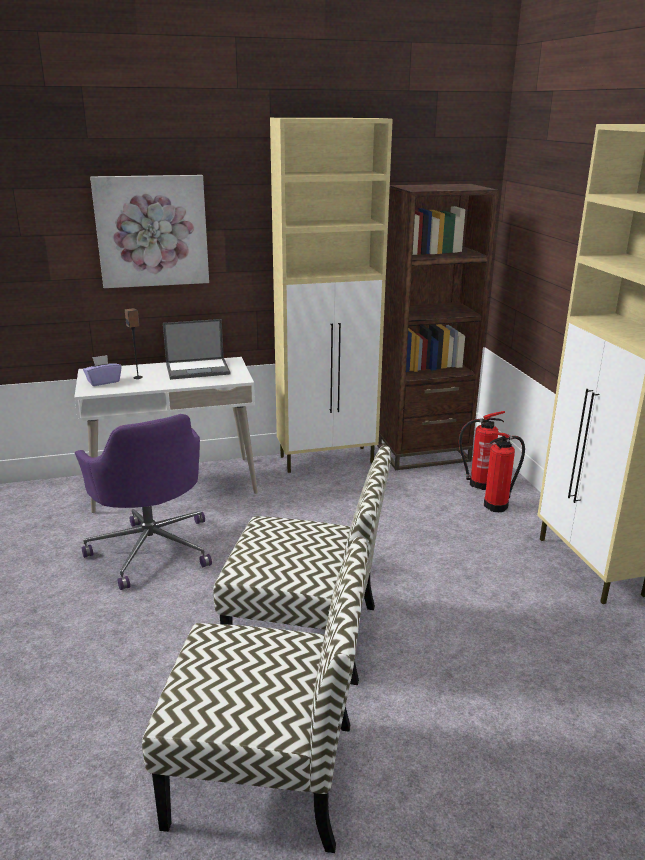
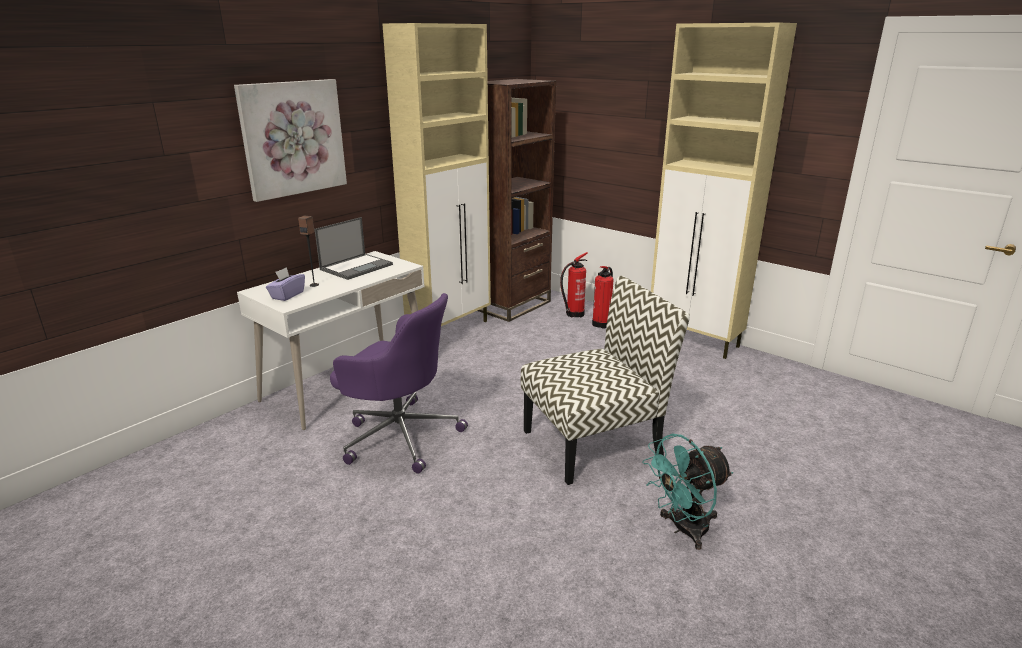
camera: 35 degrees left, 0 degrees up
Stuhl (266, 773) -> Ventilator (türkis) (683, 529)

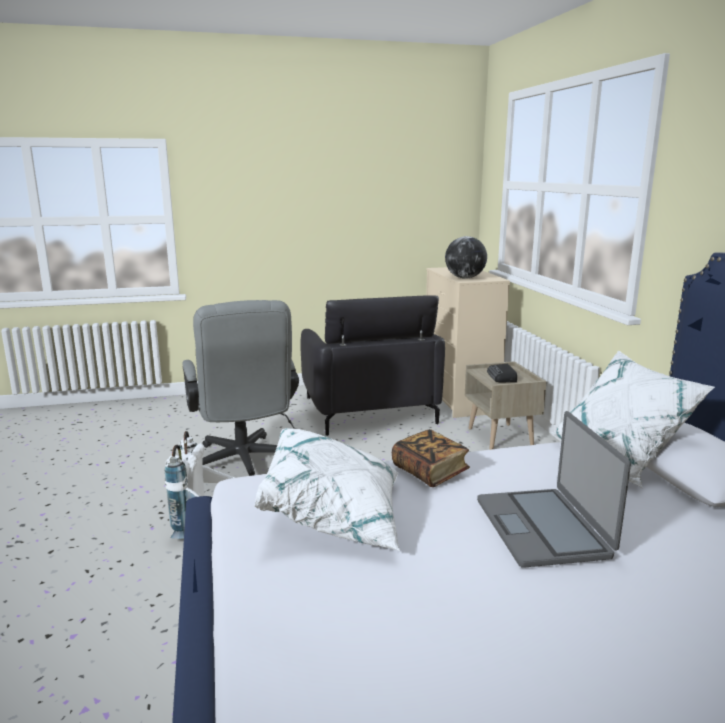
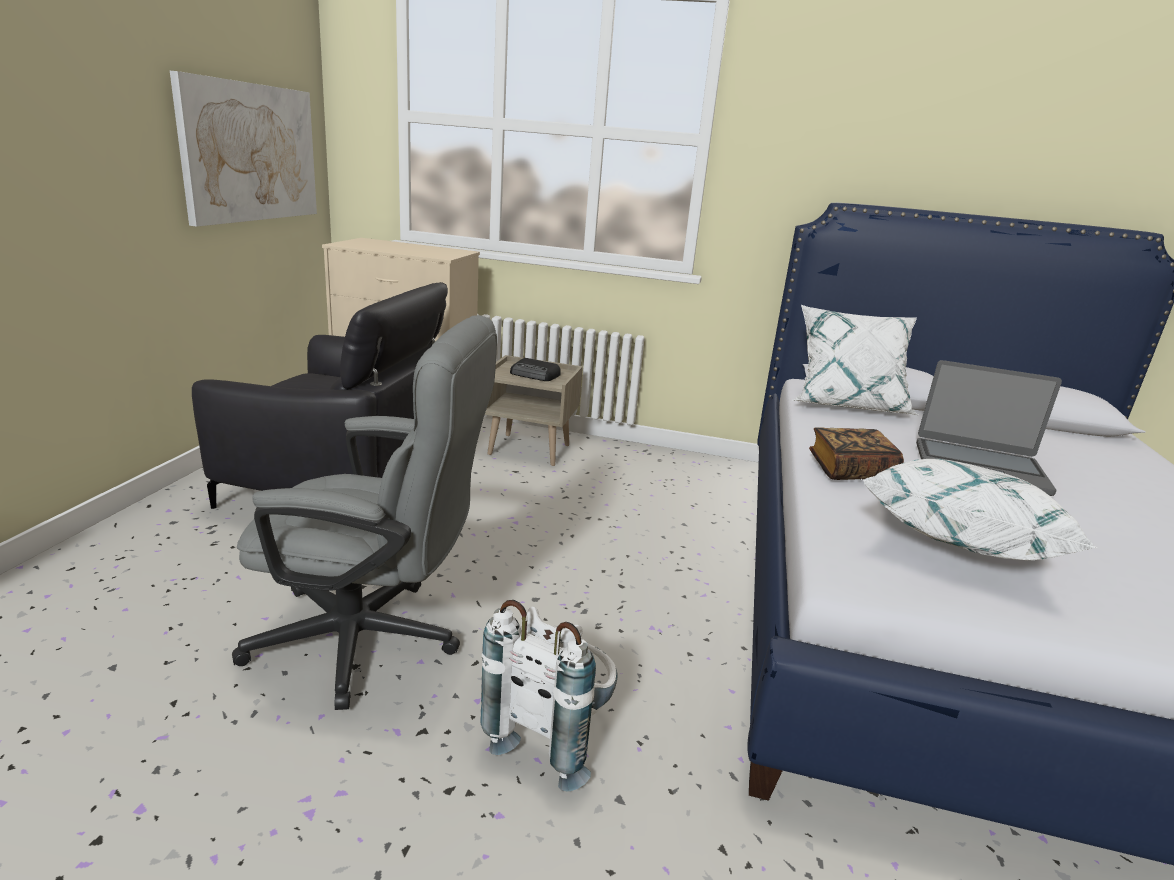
camera: 65 degrees left, 5 degrees up
Globus (464, 278) -> none
none -> Bild (251, 152)

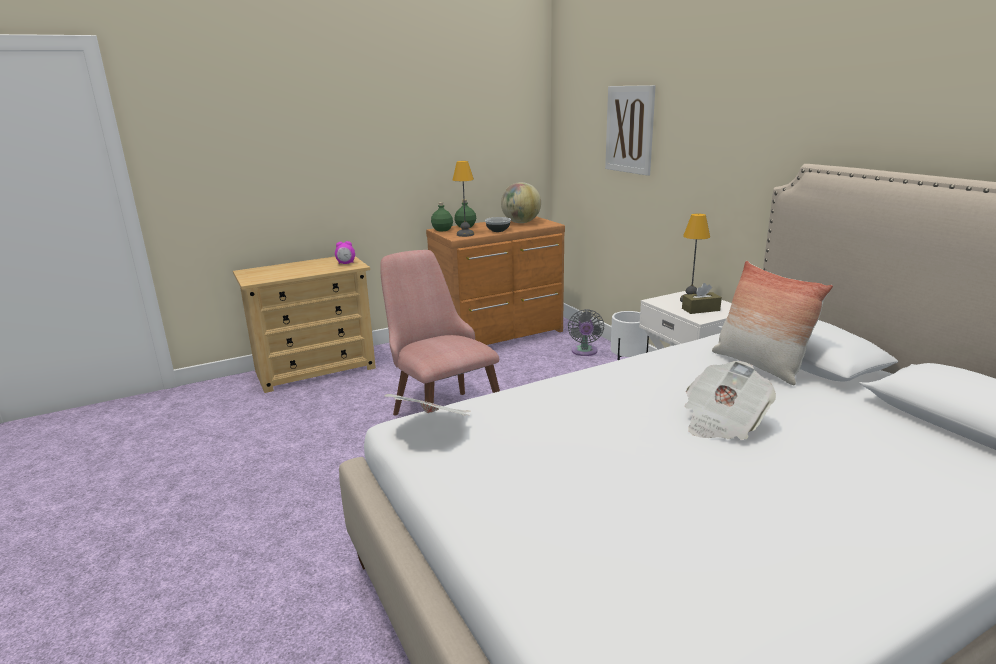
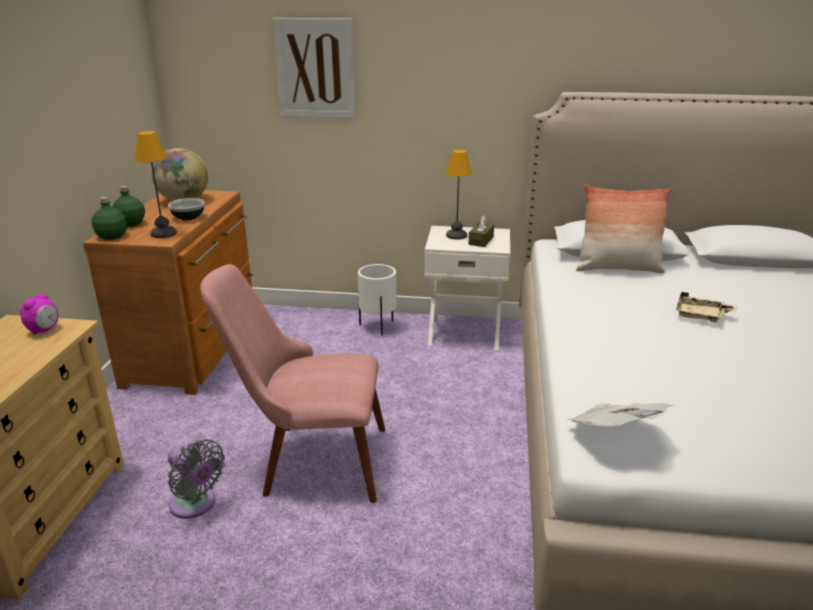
camera: 55 degrees left, 5 degrees up
Ventilator (grau) (584, 352) -> Ventilator (grau) (195, 505), move
Zeitung (722, 422) -> Tablett (beige) (701, 316)

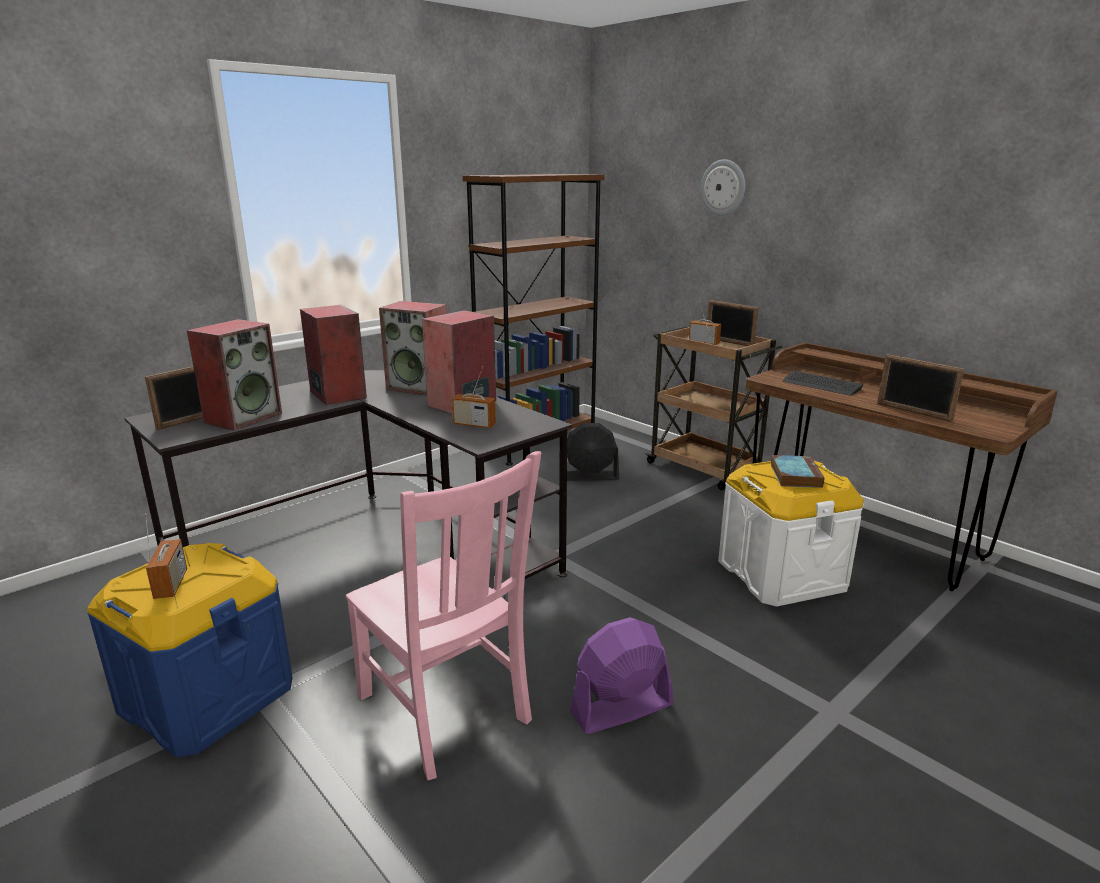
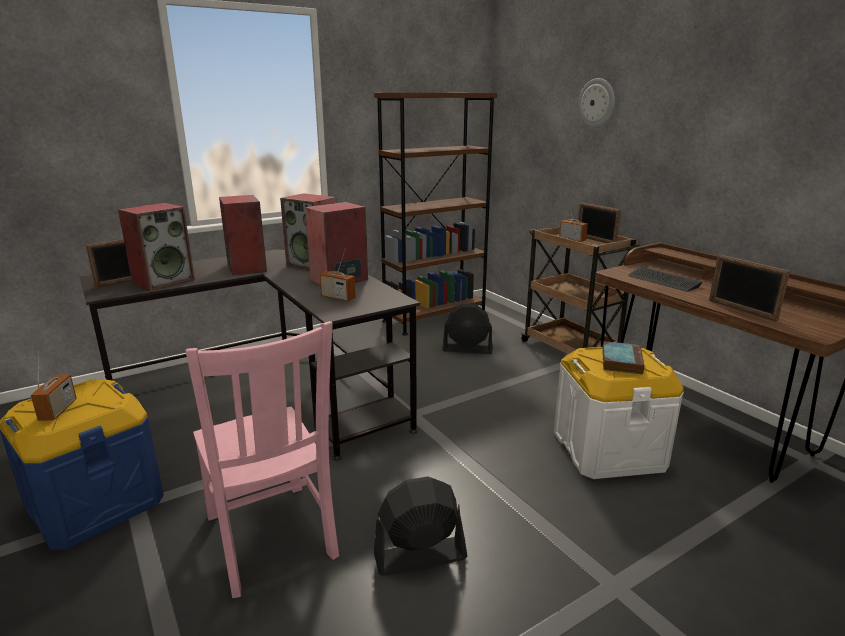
camera: 10 degrees right, 0 degrees up
Ventilator (lila) (621, 708) -> Ventilator (schwarz) (419, 556)

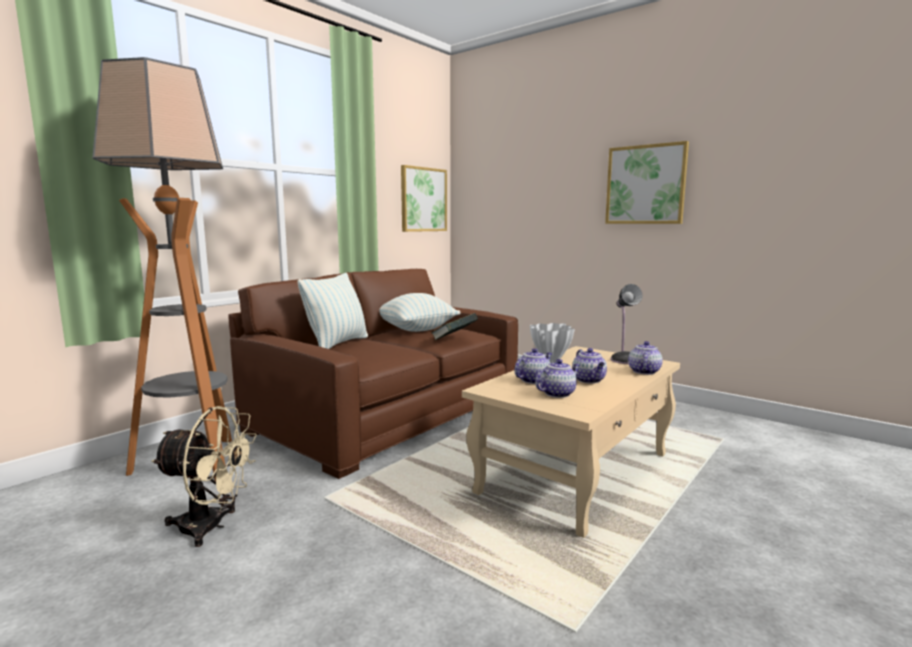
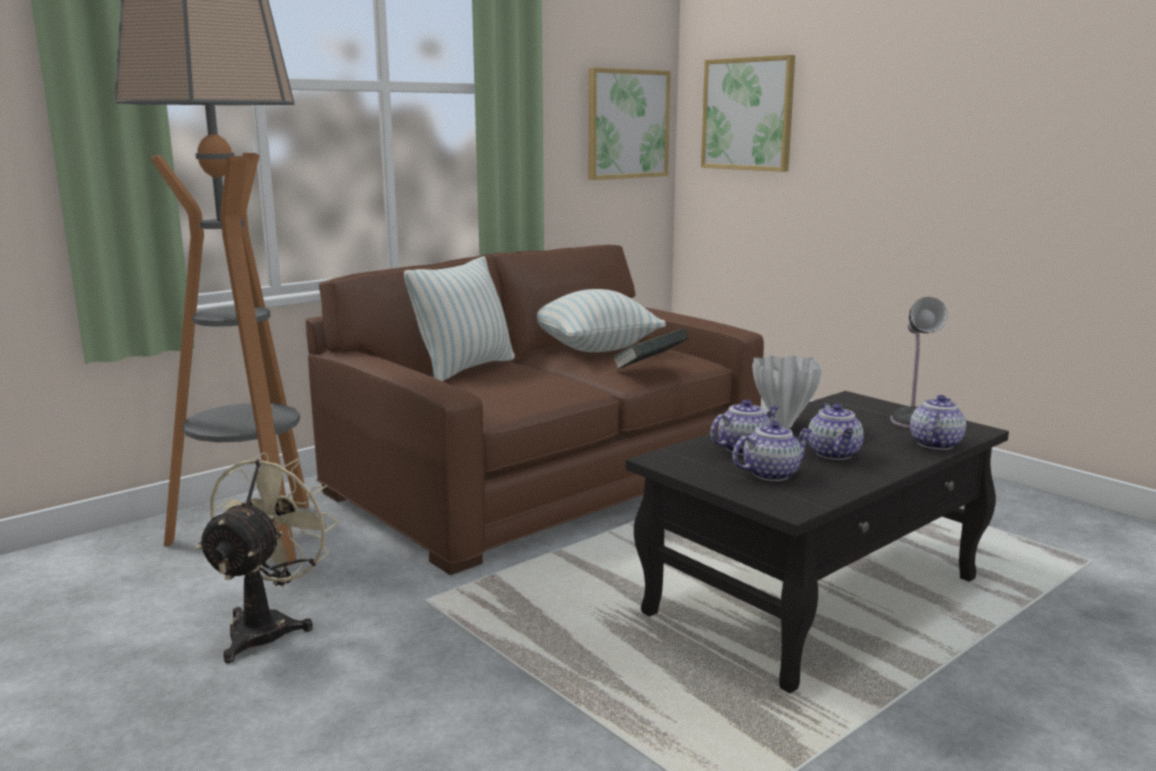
camera: 10 degrees right, 5 degrees up
Bild (645, 185) -> Bild (748, 114), move
Couchtisch (beige) (576, 472) -> Couchtisch (schwarz) (815, 595)
Ventilator (beige) (211, 527) -> Ventilator (beige) (269, 626), 90 degrees counterclockwise

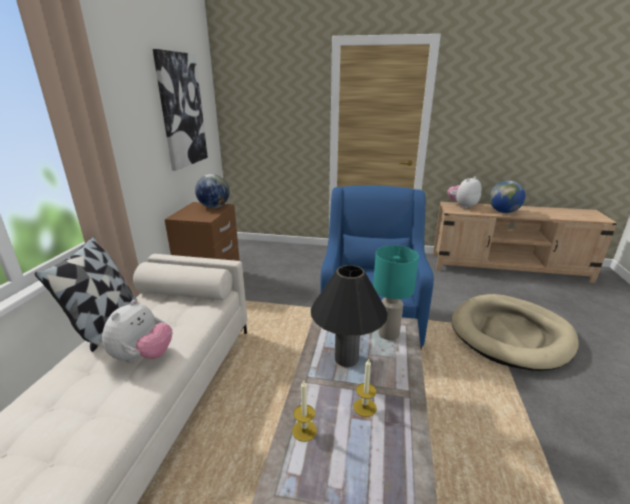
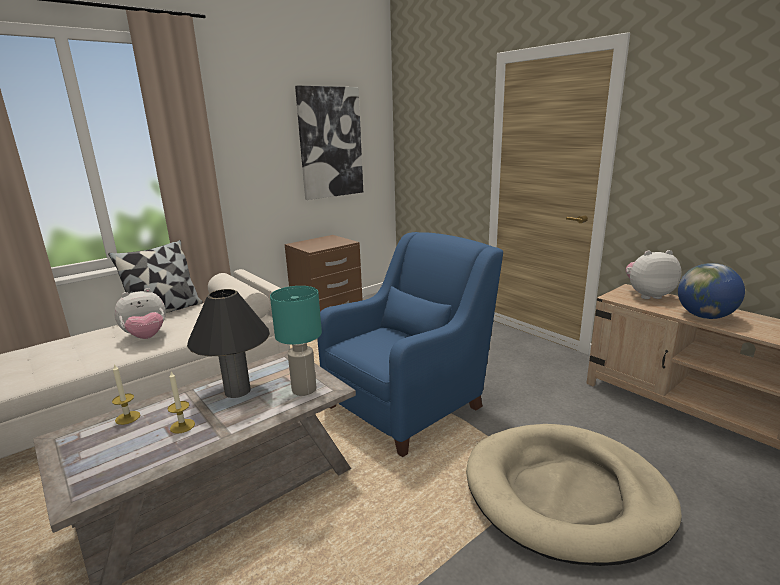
camera: 40 degrees right, 5 degrees down
Globus (214, 207) -> none

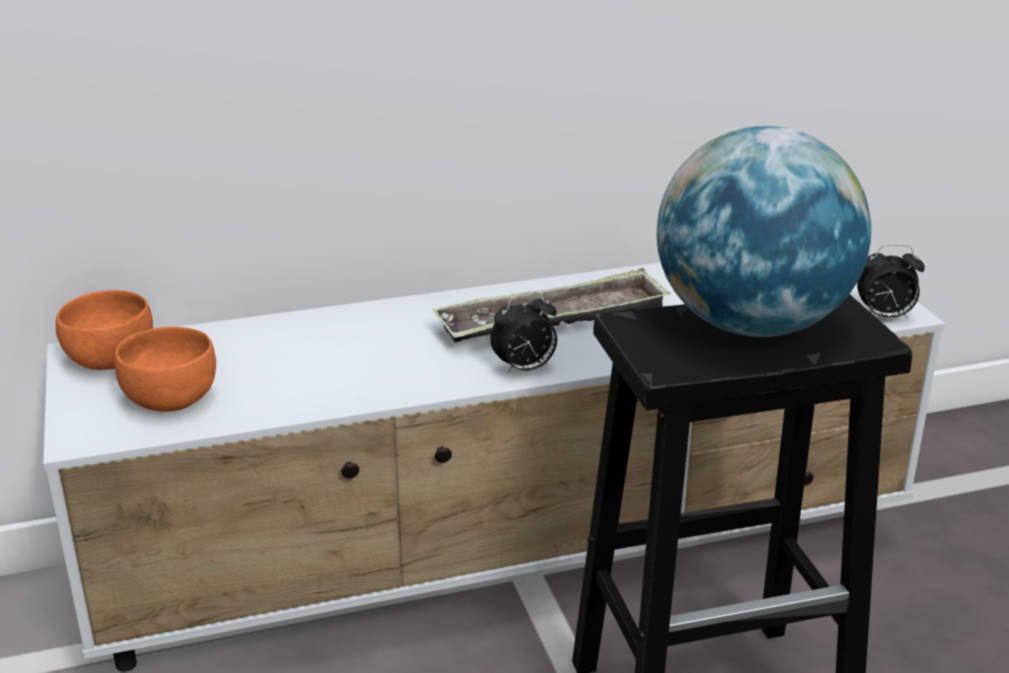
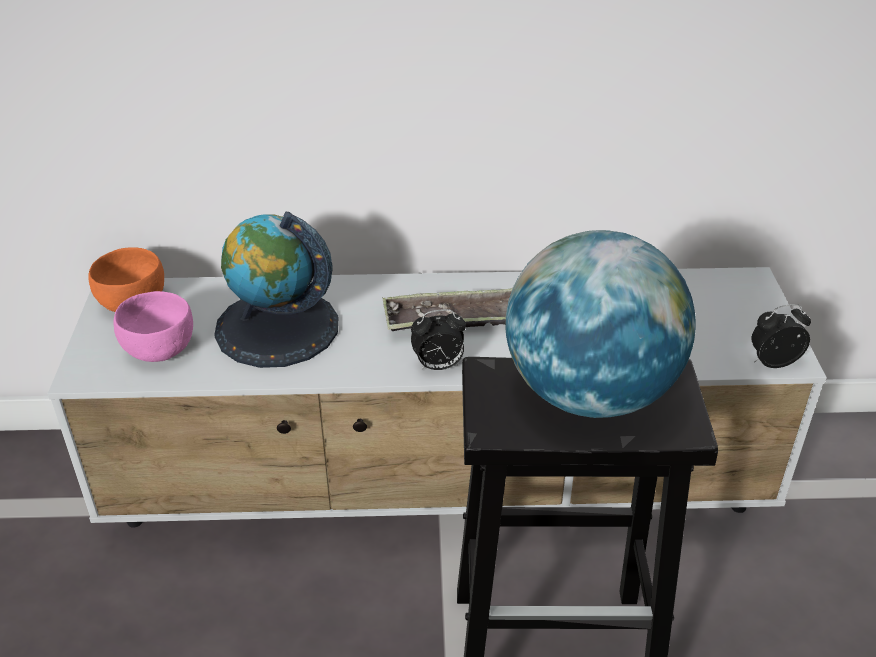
camera: 15 degrees right, 10 degrees up
Wecker (884, 317) -> Wecker (773, 361), 150 degrees clockwise
Schüssel (orange) (169, 398) -> Schüssel (rosa) (158, 348)
none -> Globus (277, 328)

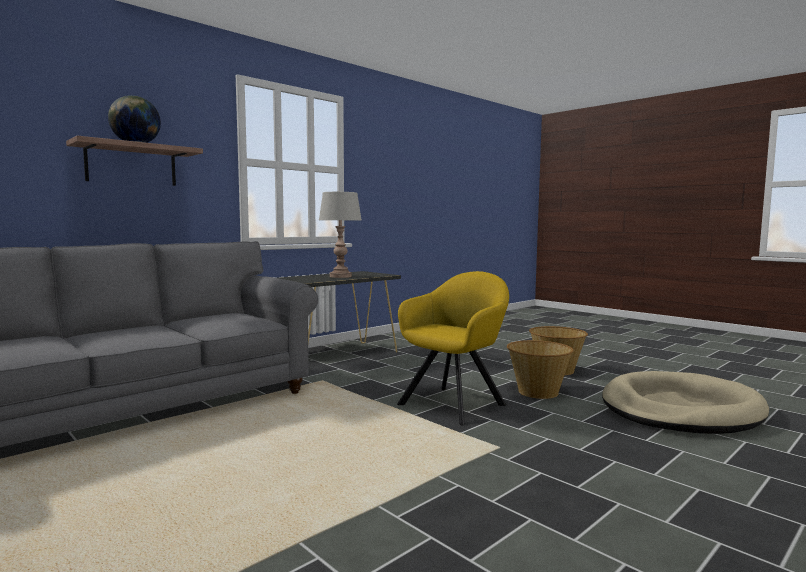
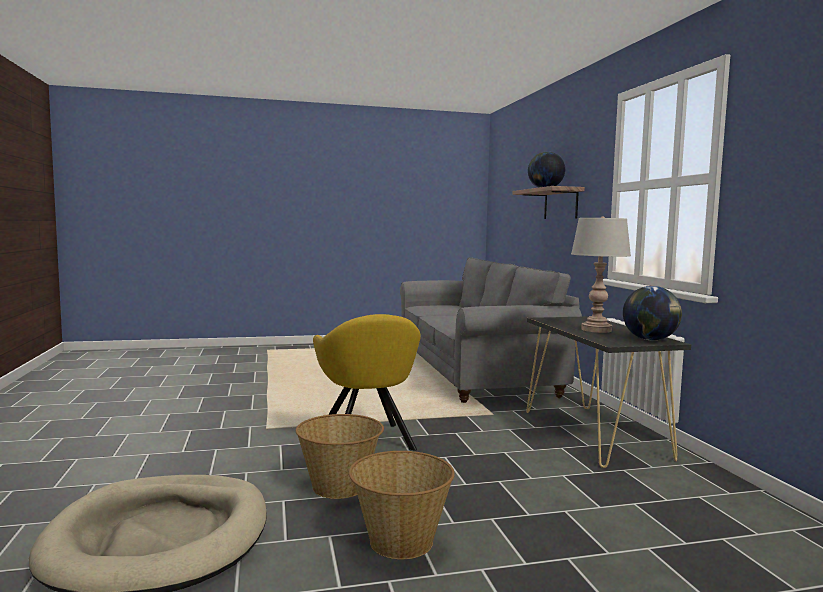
camera: 120 degrees right, 0 degrees up
none -> Globus (650, 340)

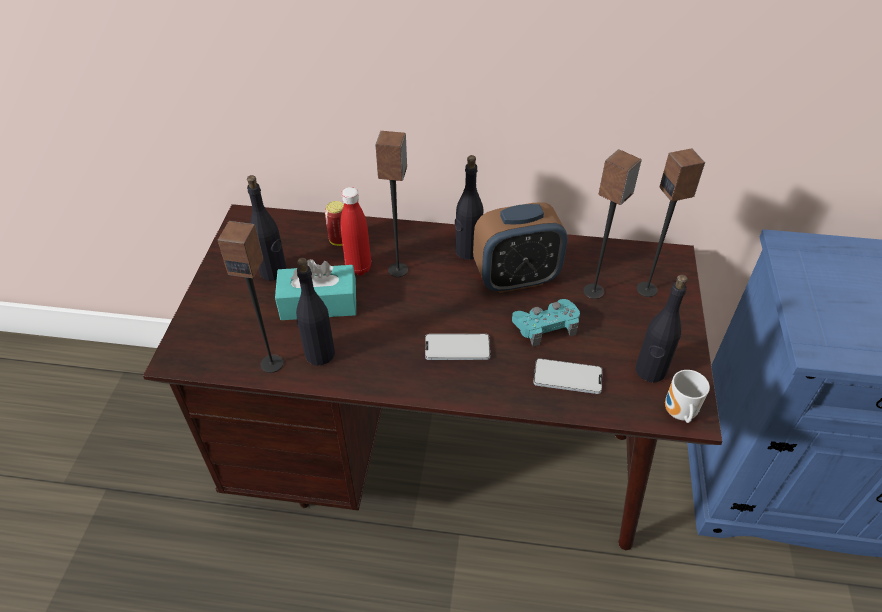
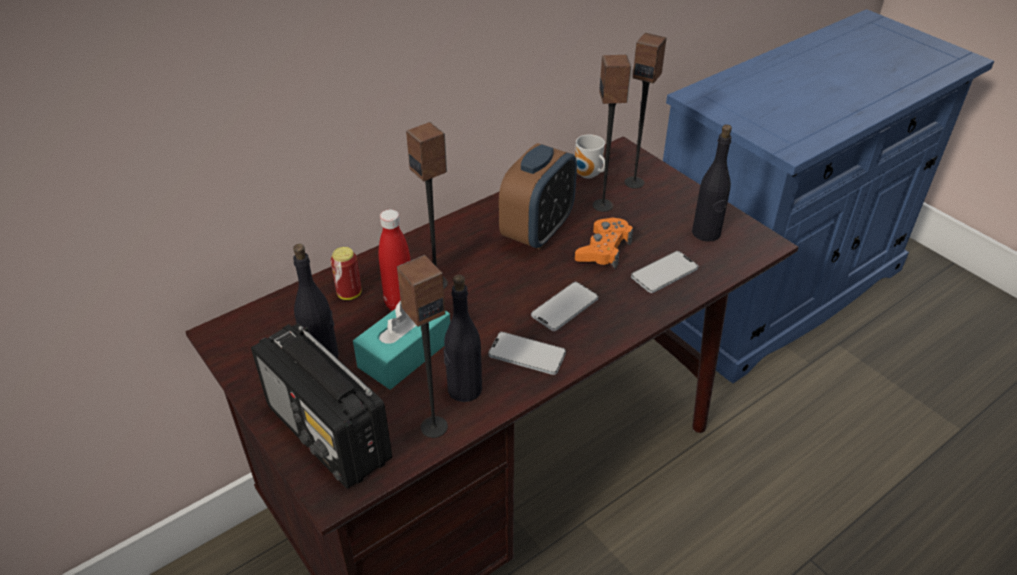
camera: 45 degrees left, 5 degrees down
Flasche (schwarz) (467, 251) -> none
Gamepad (türkis) (546, 326) -> Gamepad (orange) (604, 249)
Henkelbecher (678, 413) -> Henkelbecher (588, 175), move
none -> Radio (329, 434)
none -> Handy (527, 354)

